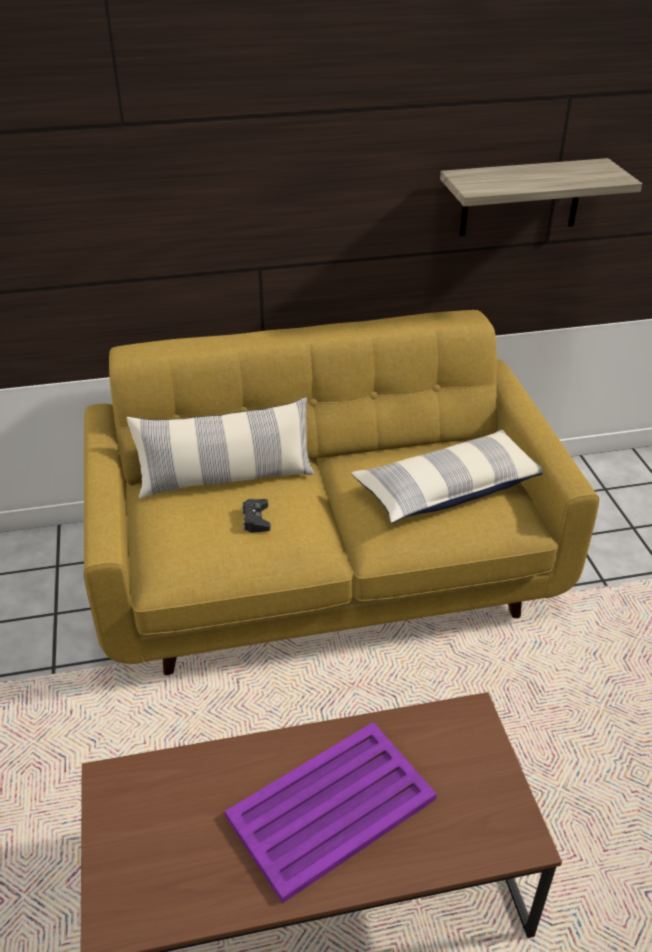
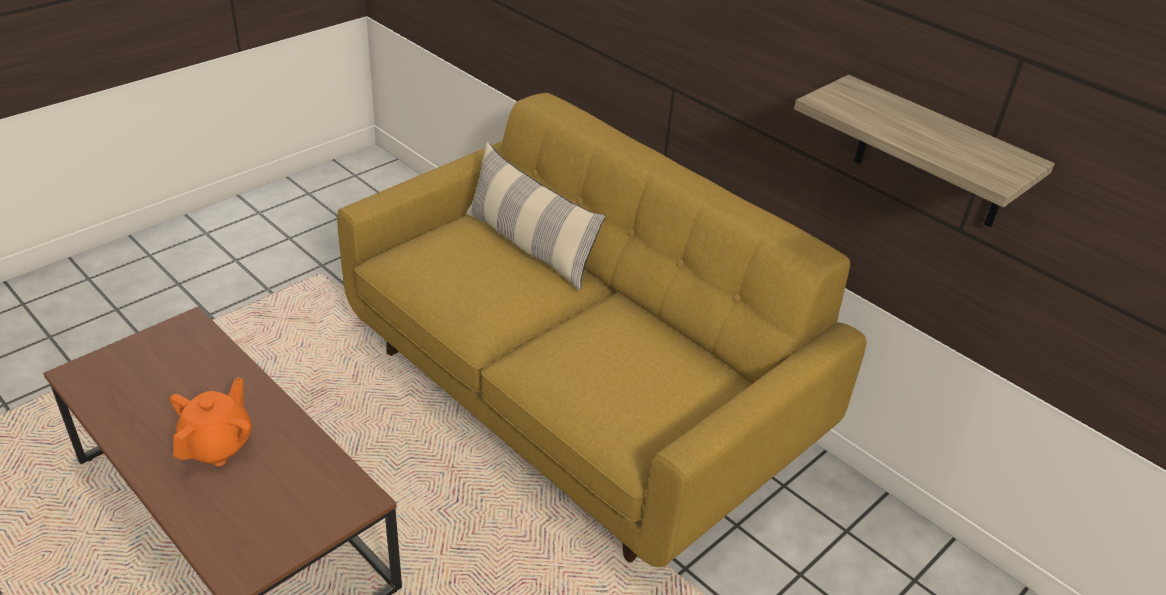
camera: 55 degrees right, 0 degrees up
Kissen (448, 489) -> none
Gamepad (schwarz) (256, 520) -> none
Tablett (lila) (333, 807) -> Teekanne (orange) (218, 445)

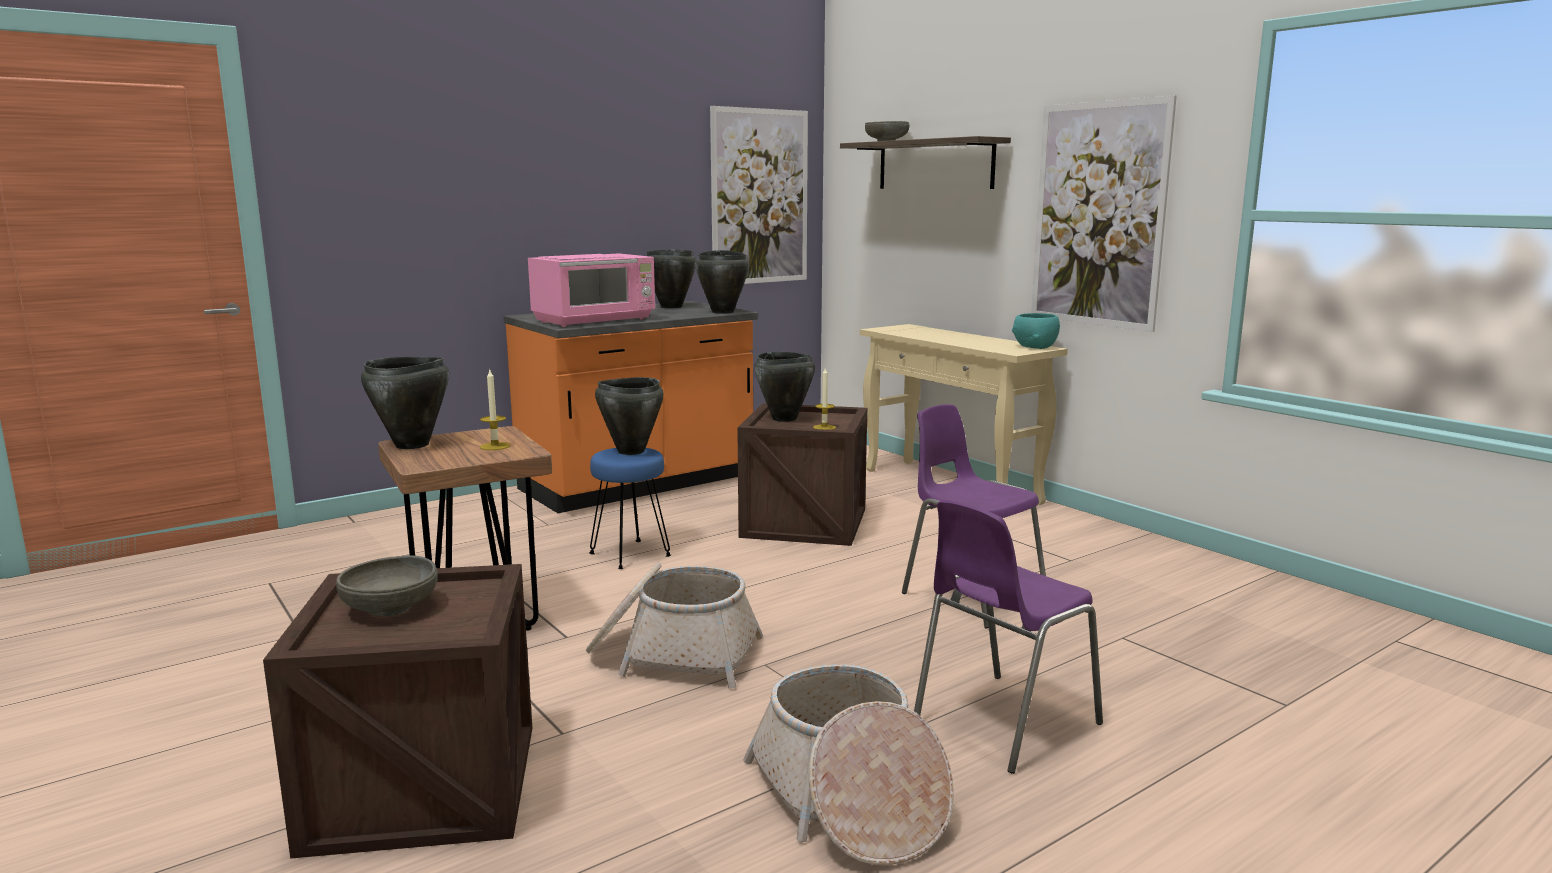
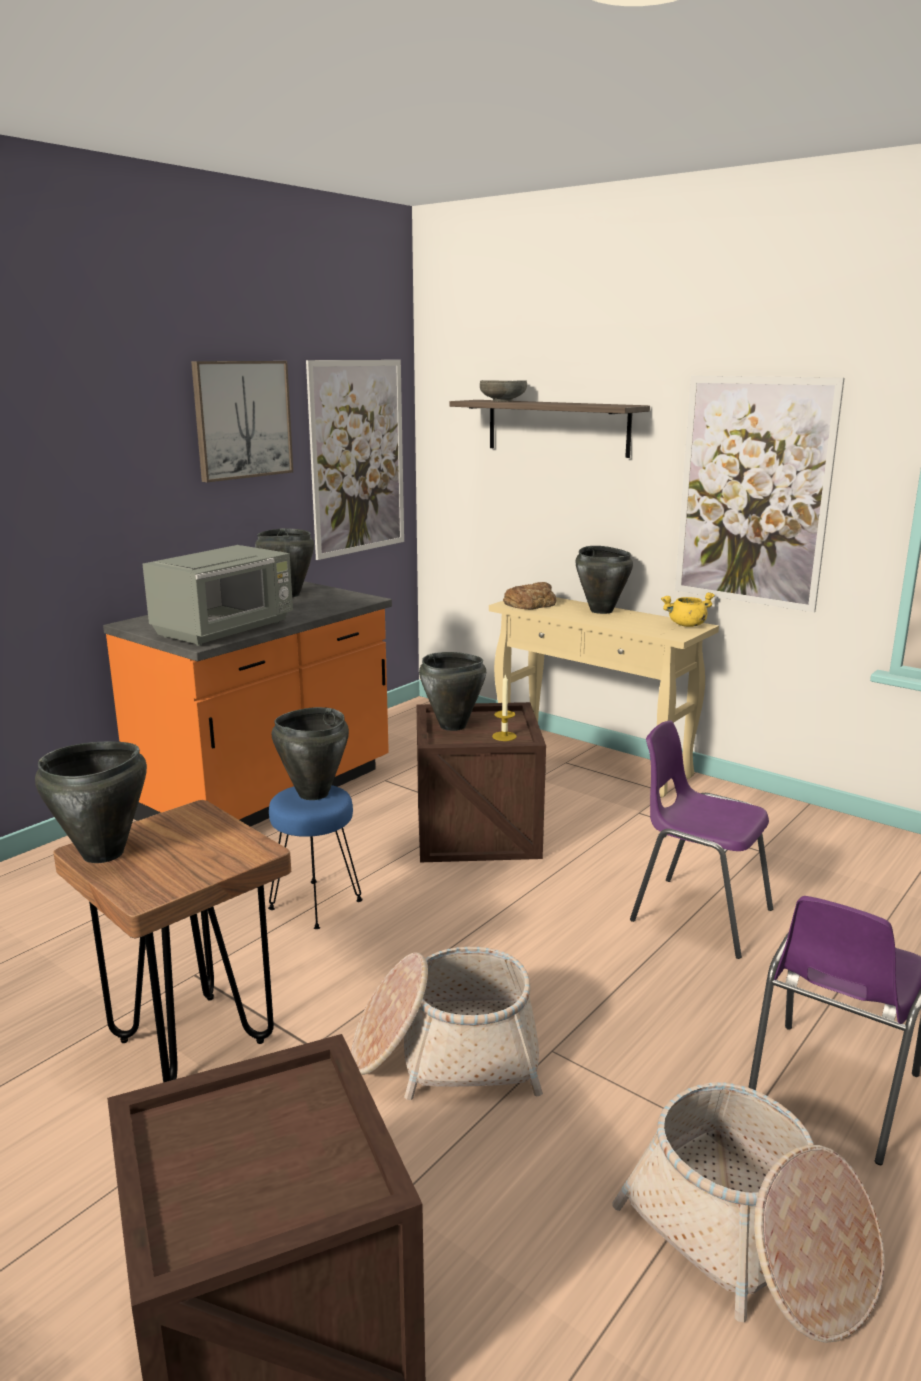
camera: 15 degrees left, 5 degrees up
Kochtopf (schwarz) (723, 312) -> Kochtopf (schwarz) (601, 610), move
Mikrowelle (rosa) (595, 320) -> Mikrowelle (grau) (226, 629)
Schüssel (türkis) (1034, 347) -> Kochtopf (gelb) (686, 625)
Kerze (495, 446) -> none
Schüssel (grau) (391, 608) -> none
none -> Bild (242, 419)
none -> Brot (530, 603)

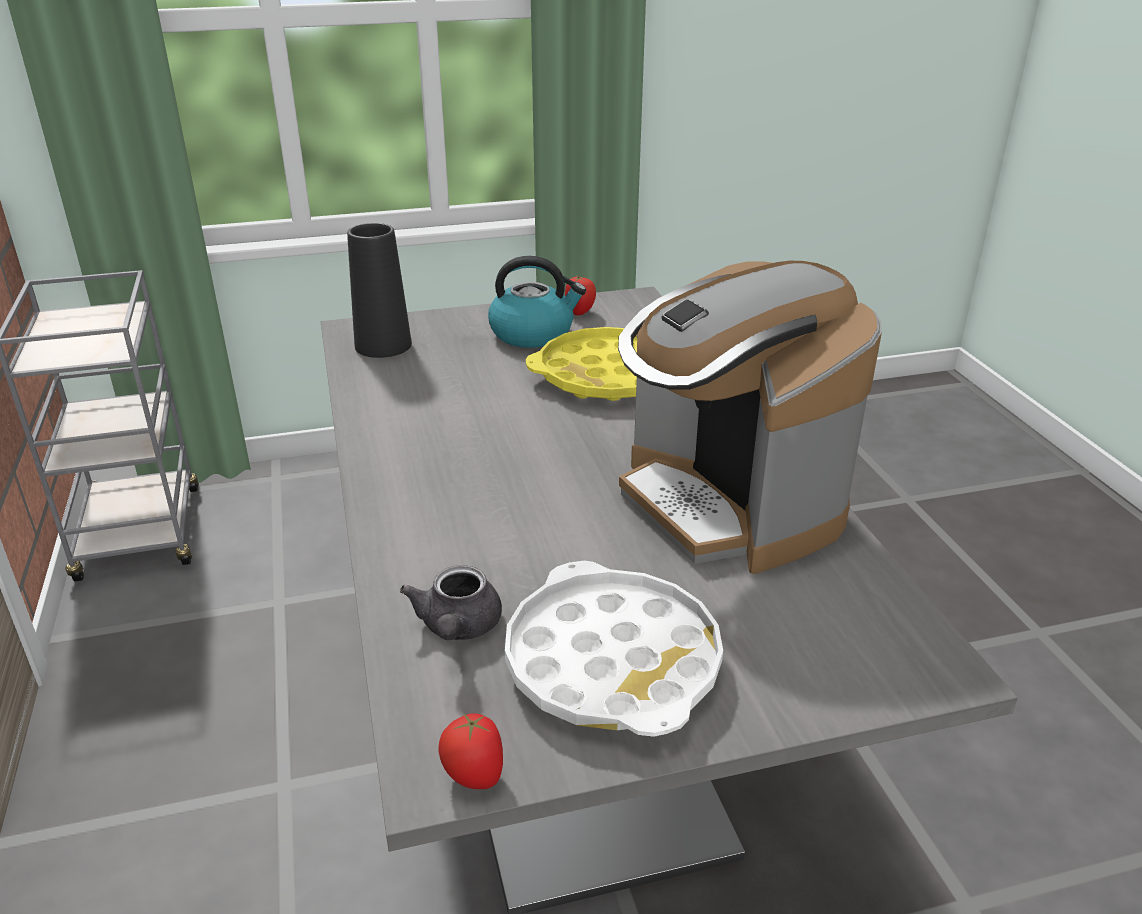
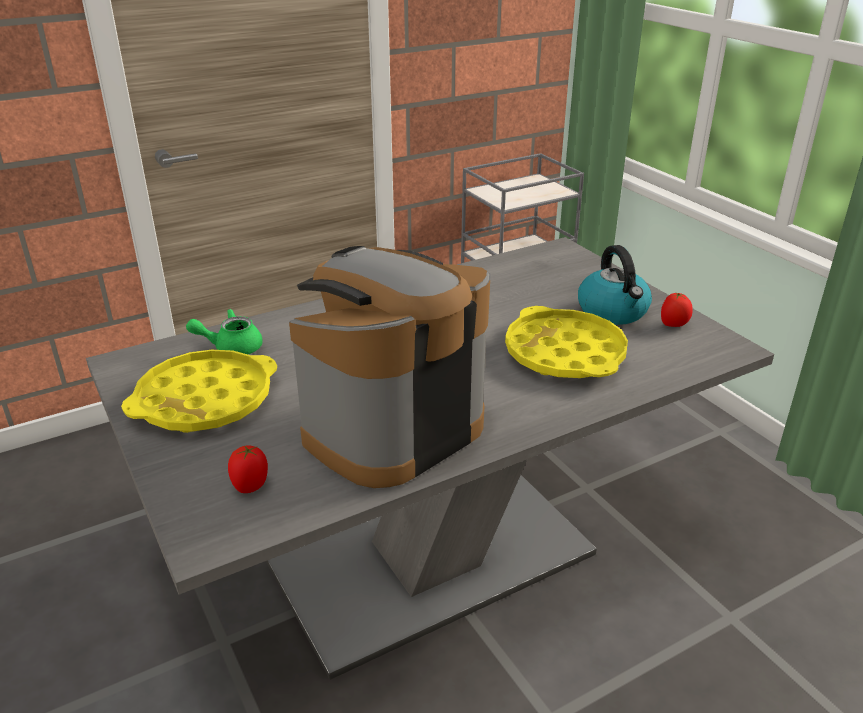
camera: 75 degrees right, 0 degrees up
Vase (schwarz) (383, 345) -> none
Tablett (weiß) (612, 662) -> Tablett (gelb) (205, 401)
Teekanne (grau) (457, 628) -> Teekanne (grün) (231, 347)
Tomate (473, 777) -> Tomate (251, 486), move

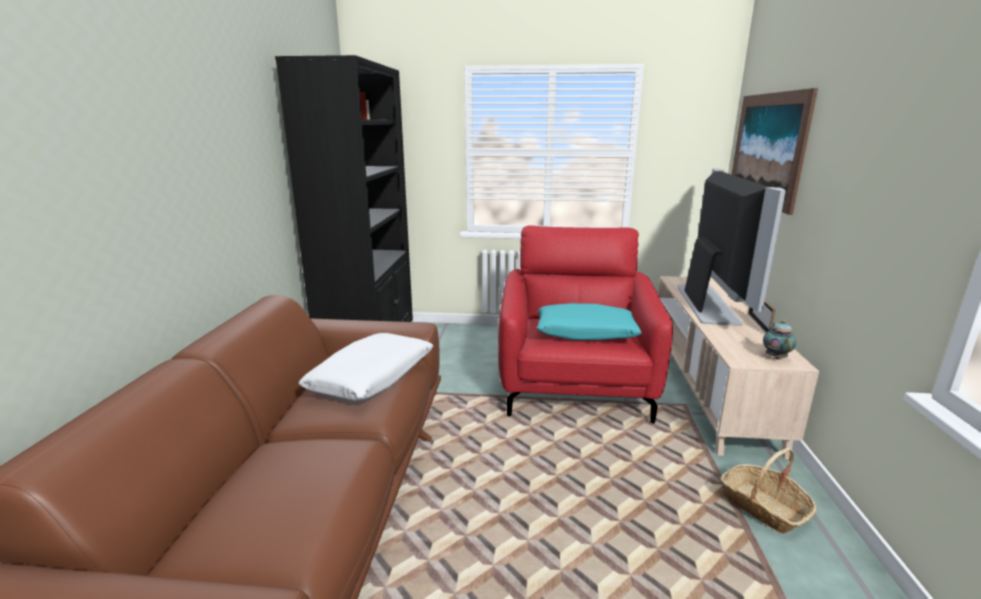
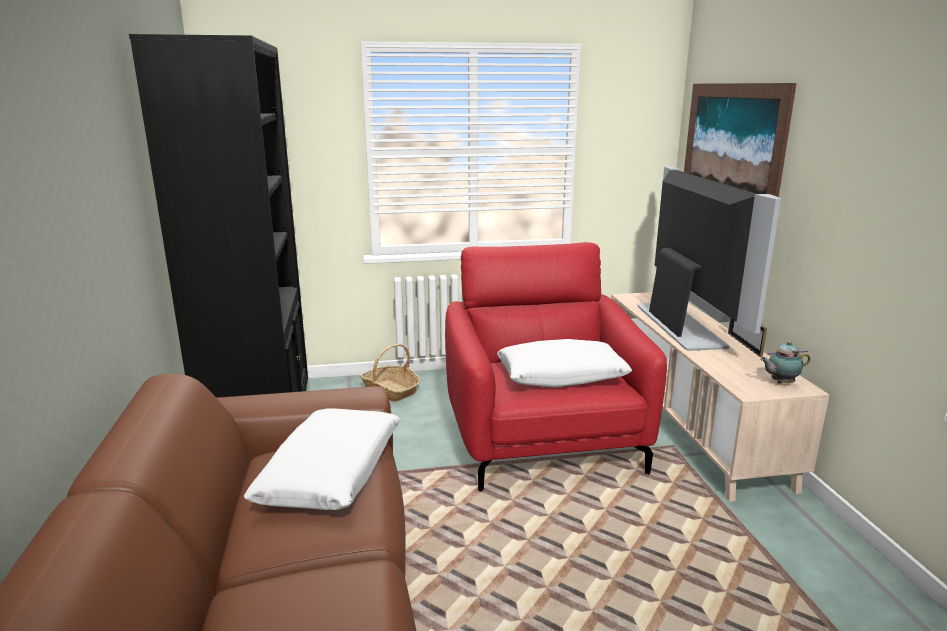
camera: 15 degrees left, 0 degrees up
Kissen (türkis) (585, 332) -> Kissen (weiß) (561, 375)
Teekanne (775, 357) -> Teekanne (780, 383), 90 degrees counterclockwise
Korb (763, 507) -> Korb (391, 390), move

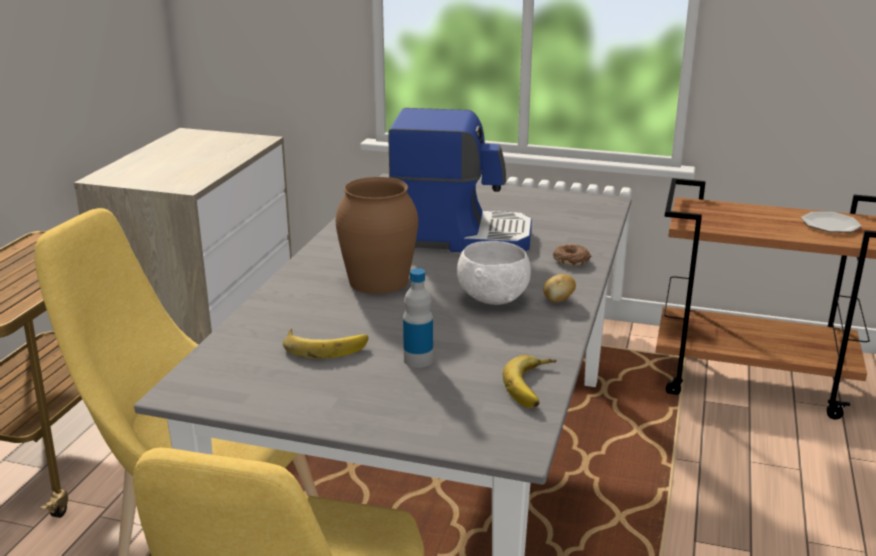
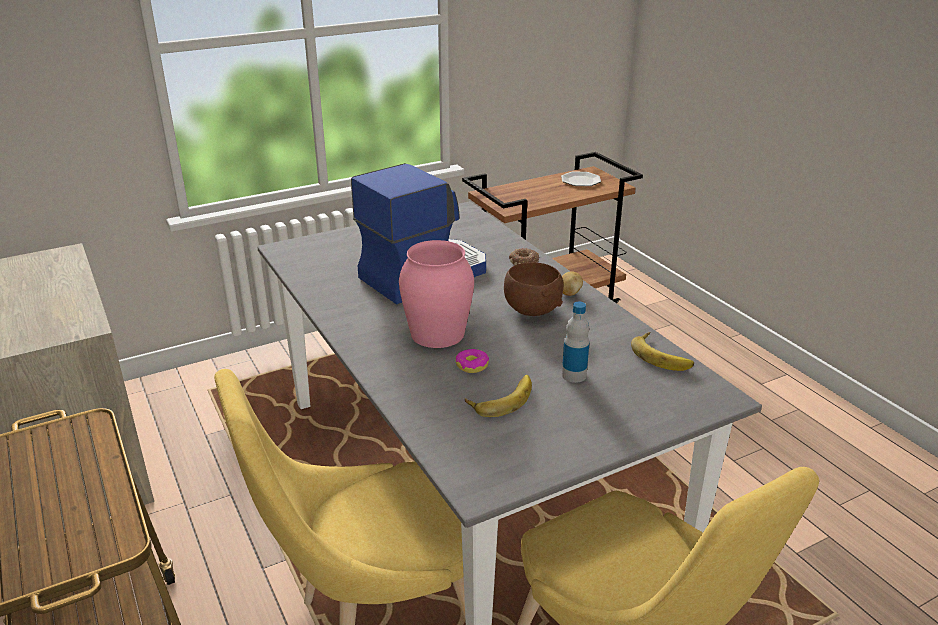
camera: 45 degrees left, 5 degrees up
Vase (braun) (379, 280) -> Vase (rosa) (437, 333)
Schüssel (weiß) (494, 298) -> Schüssel (braun) (532, 310)
none -> Donut (472, 365)

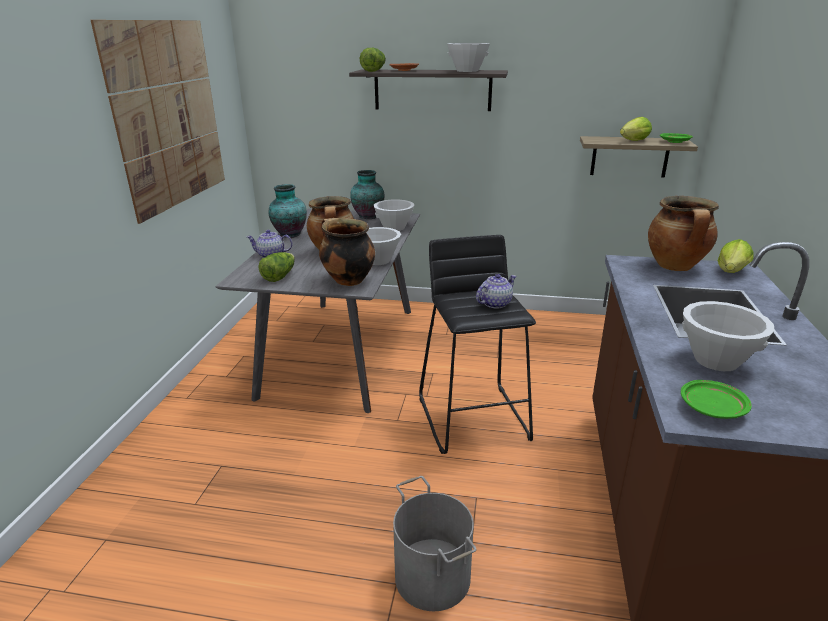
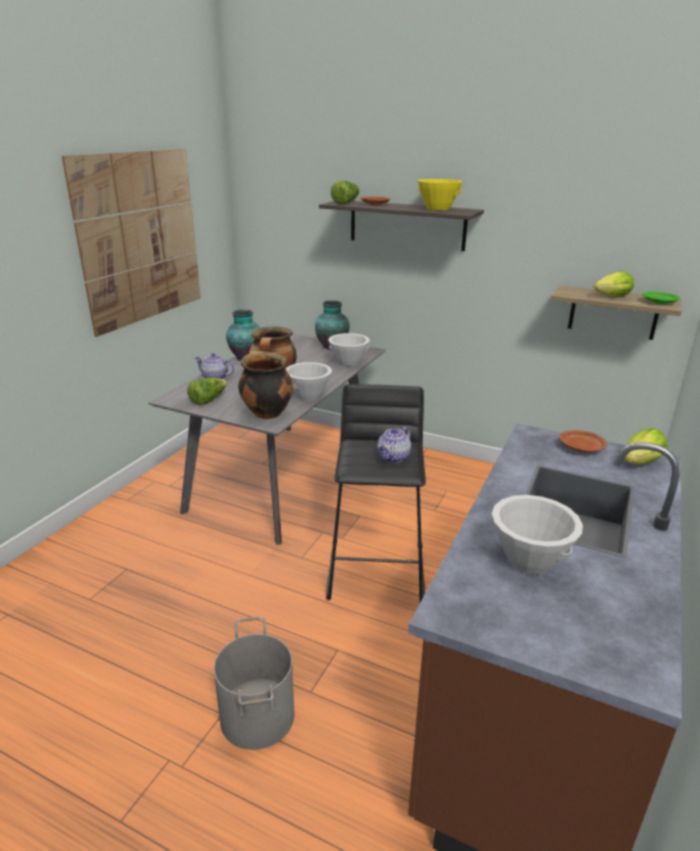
camera: 15 degrees right, 0 degrees up
Schüssel (weiß) (467, 71) -> Schüssel (gelb) (438, 209)
Kochtopf (676, 267) -> Teller (braun) (582, 448)
Teekanne (495, 303) -> Teekanne (393, 457), 150 degrees clockwise
Teller (grün) (712, 408) -> none

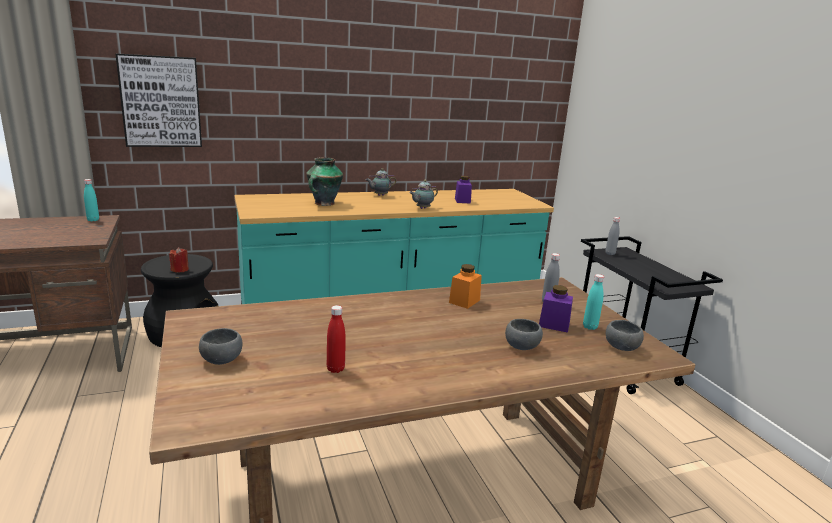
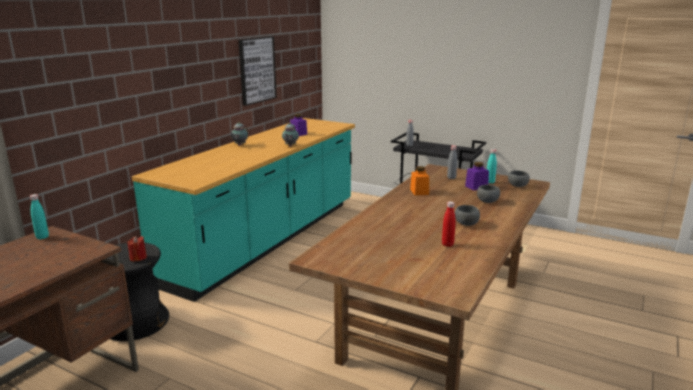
camera: 40 degrees left, 0 degrees up
Bild (161, 102) -> Bild (256, 70), move
Vase (323, 203) -> none
Schüssel (grau) (221, 359) -> Schüssel (grau) (465, 223), move

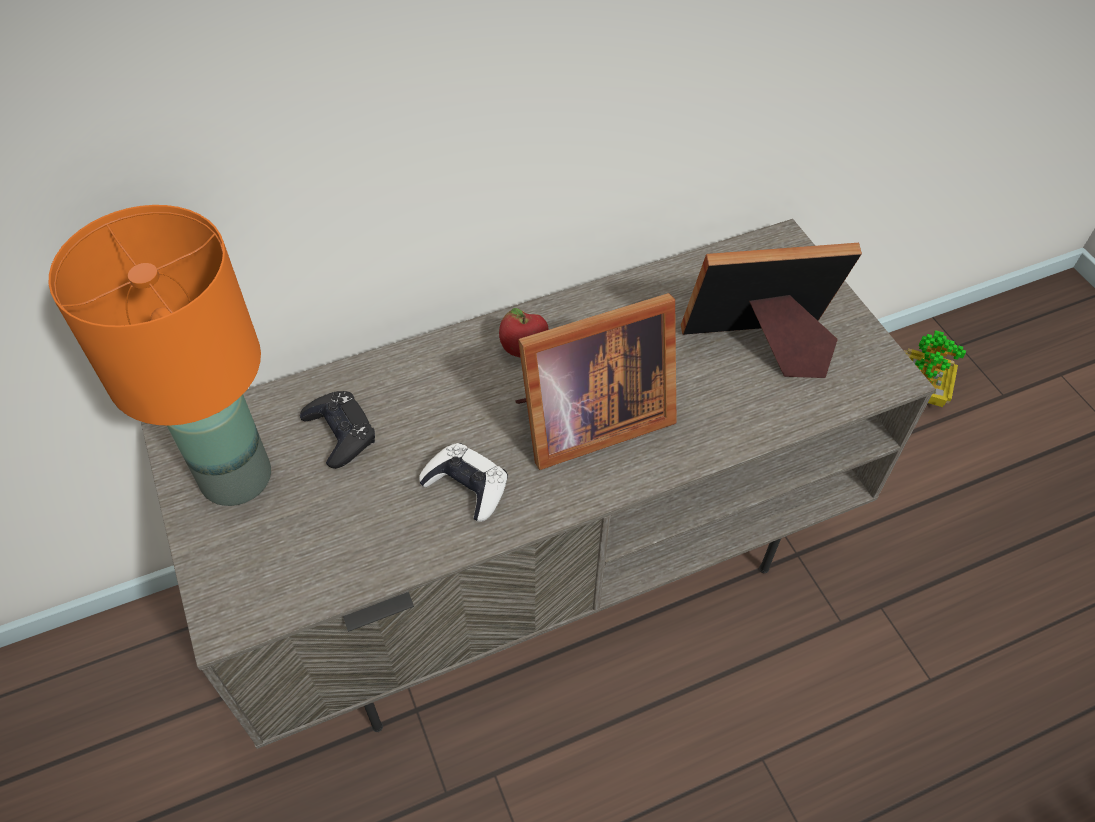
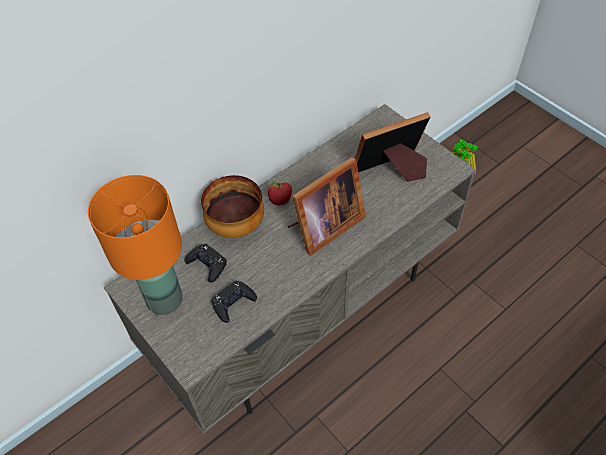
camera: 15 degrees left, 0 degrees up
Gamepad (weiß) (466, 486) -> none
none -> Schüssel (235, 226)
none -> Gamepad (schwarz) (233, 303)

